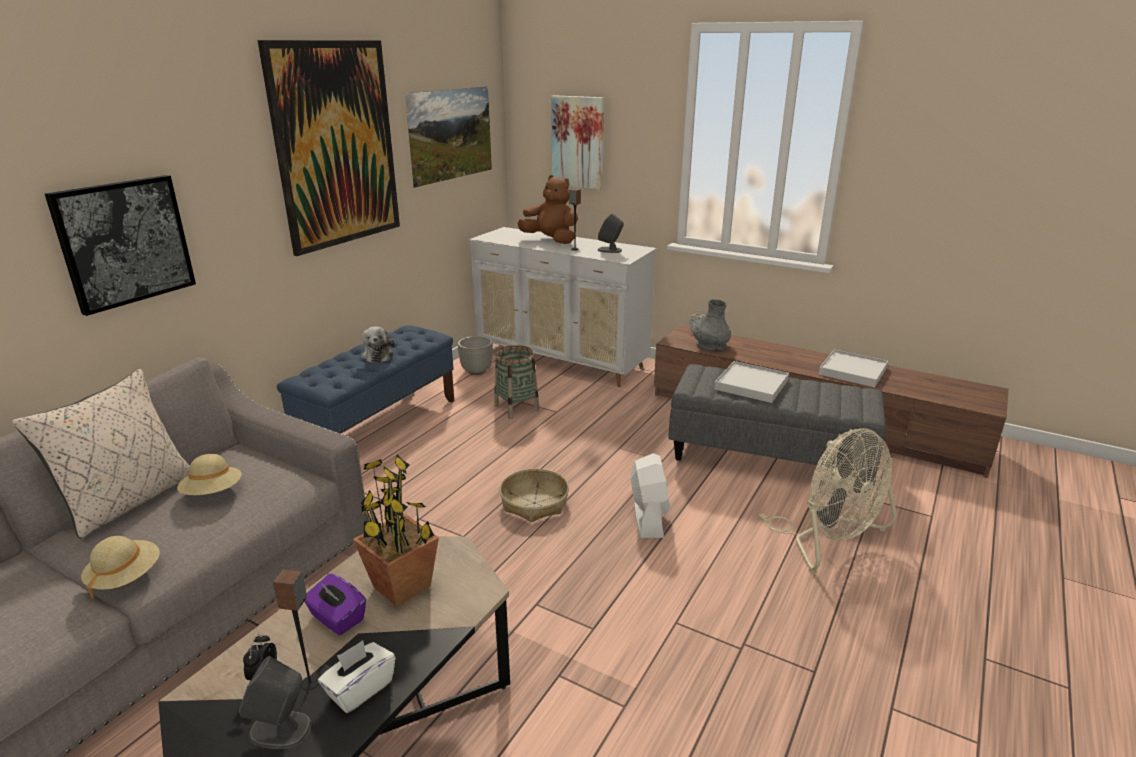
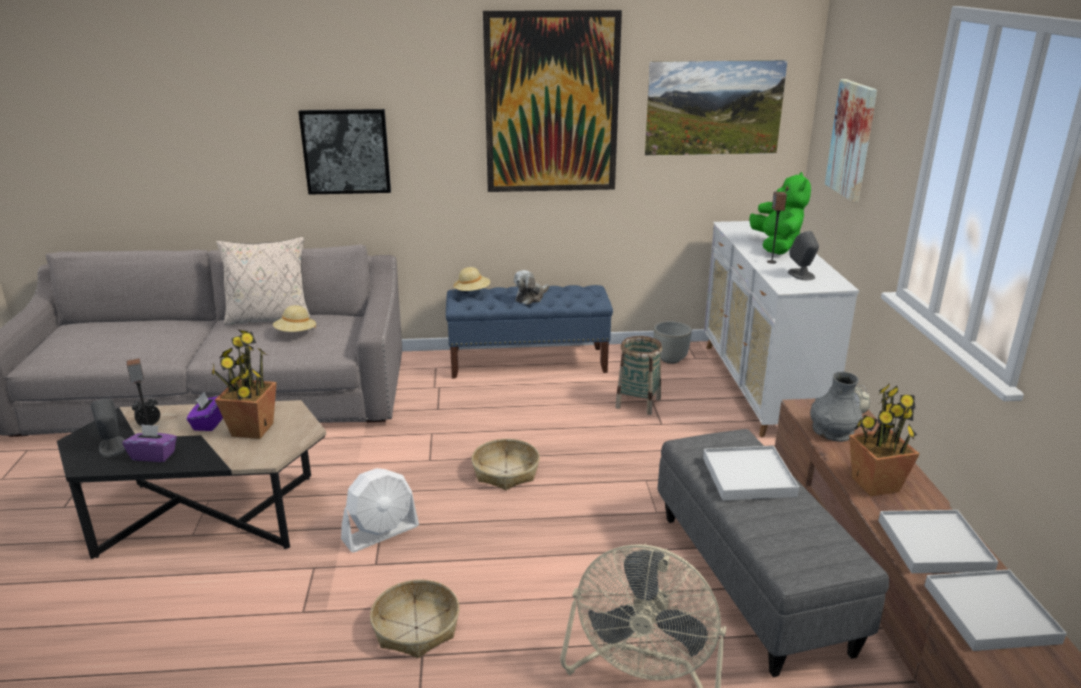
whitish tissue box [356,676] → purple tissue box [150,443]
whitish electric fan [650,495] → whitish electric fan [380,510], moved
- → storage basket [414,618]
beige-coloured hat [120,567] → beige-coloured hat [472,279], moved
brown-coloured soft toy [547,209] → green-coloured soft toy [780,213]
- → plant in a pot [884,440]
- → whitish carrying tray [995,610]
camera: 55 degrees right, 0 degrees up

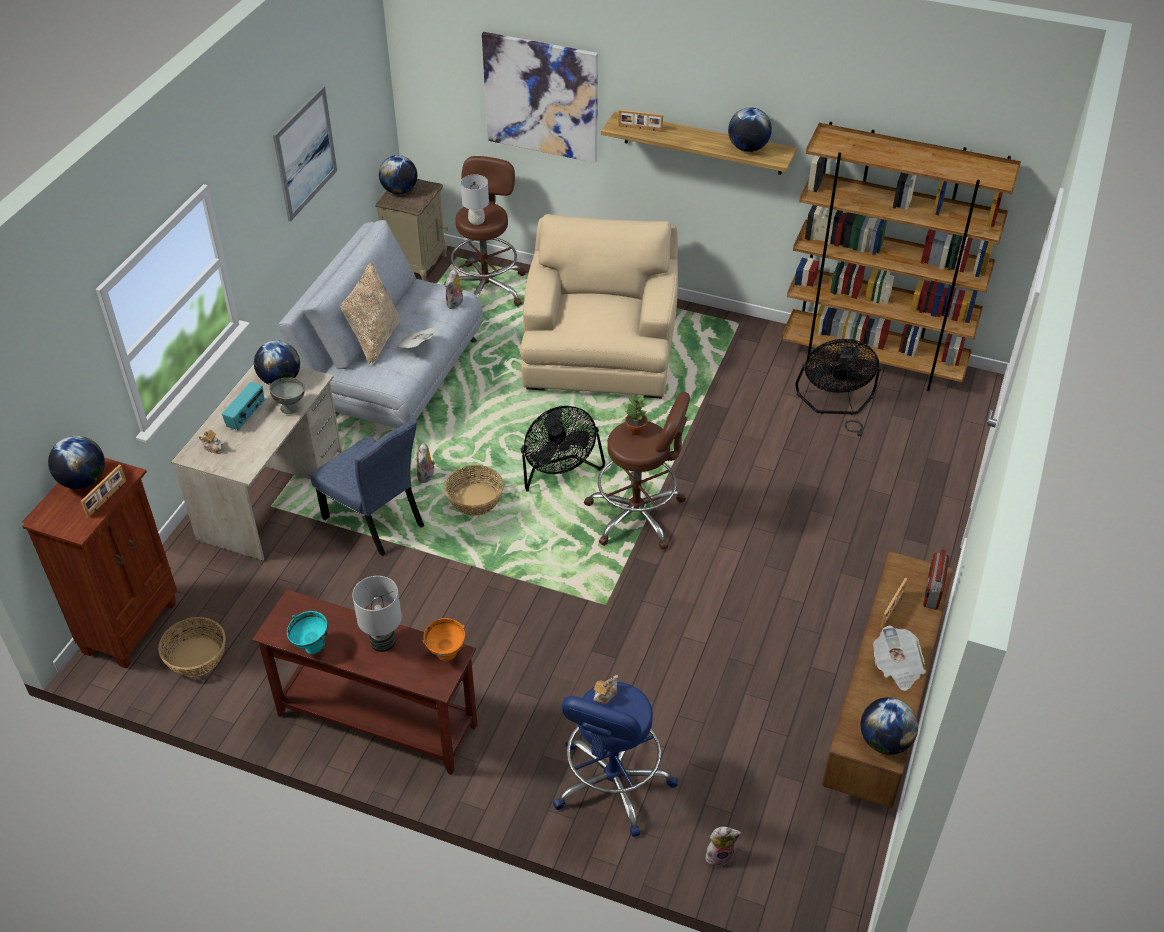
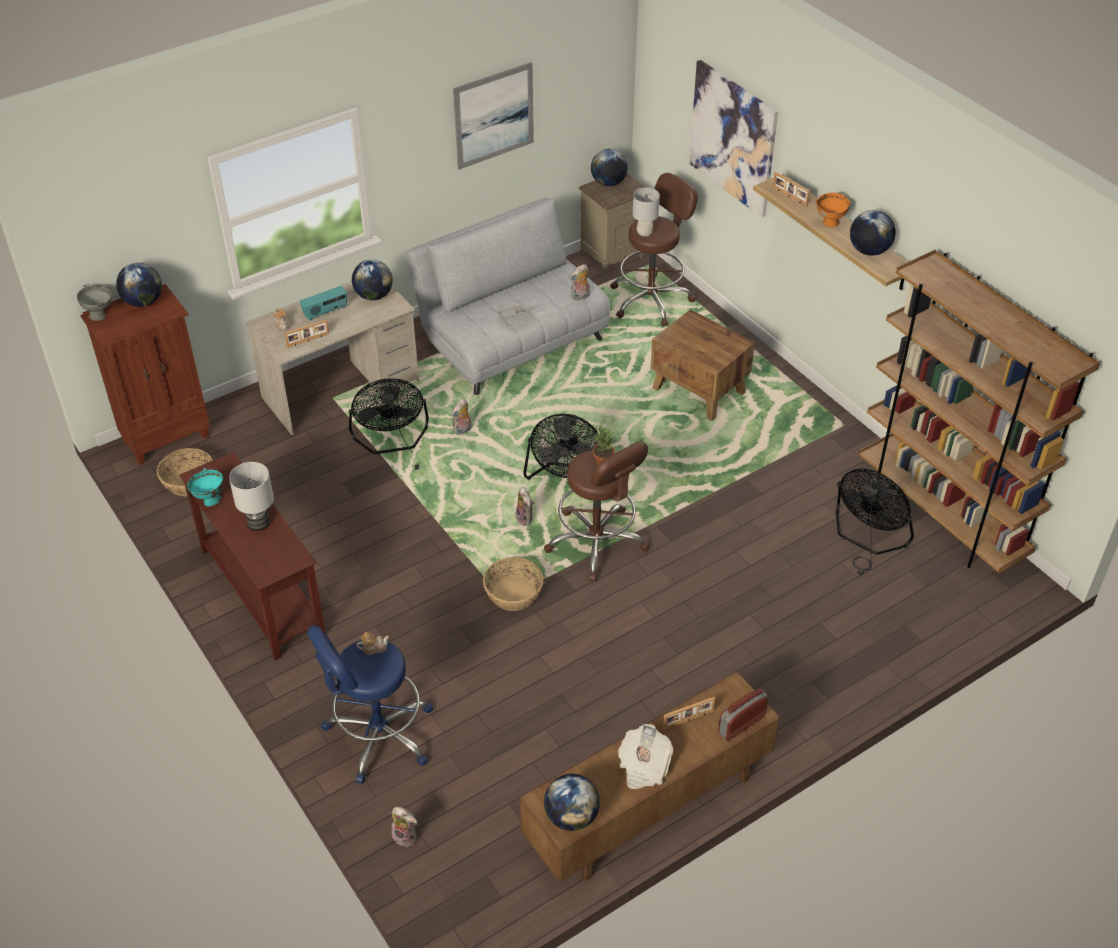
grey bowl [287,395] → grey bowl [94,303], moved
picture frame [103,491] → picture frame [307,334], moved
blue-coloured upright chair [367,487] → blackish electric fan [389,423]
storage basket [474,490] → storage basket [513,584], moved
- → soft toy [525,506]
beige-coloured lounge chair [599,306] → brown-coloured end table [702,365]
orange bowl [443,639] → orange bowl [833,210], moved
beige-coloured cushion [370,313] → -
camera: 35 degrees right, 0 degrees up

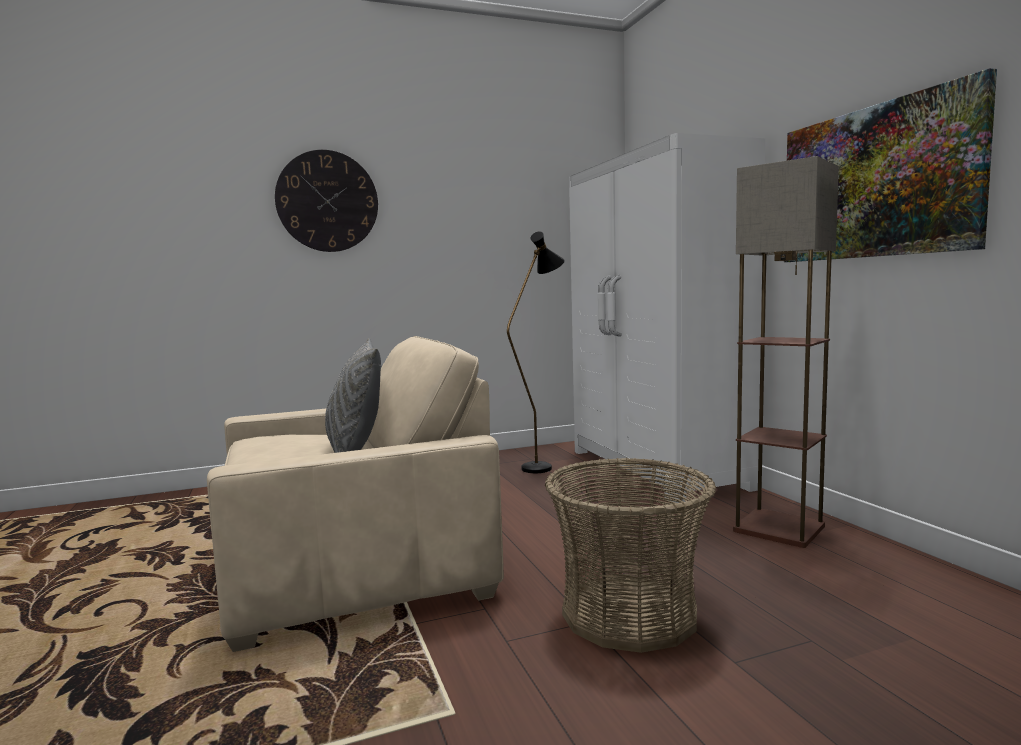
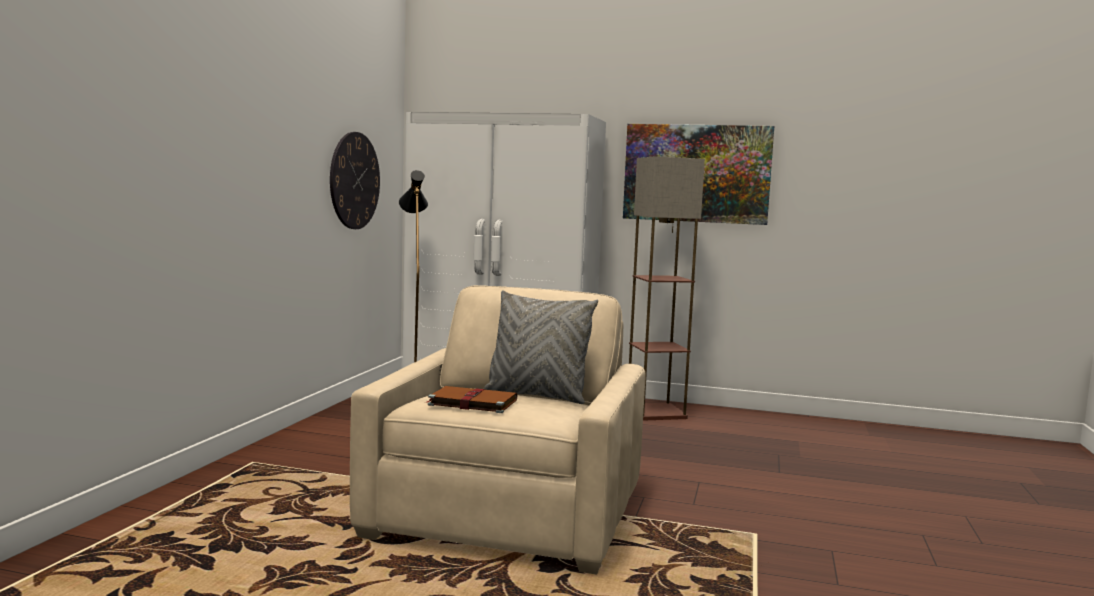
wall clock [326,201] → wall clock [355,180], moved
- → brown-coloured bound book [472,399]
storage basket [630,555] → -
camera: 55 degrees left, 0 degrees up

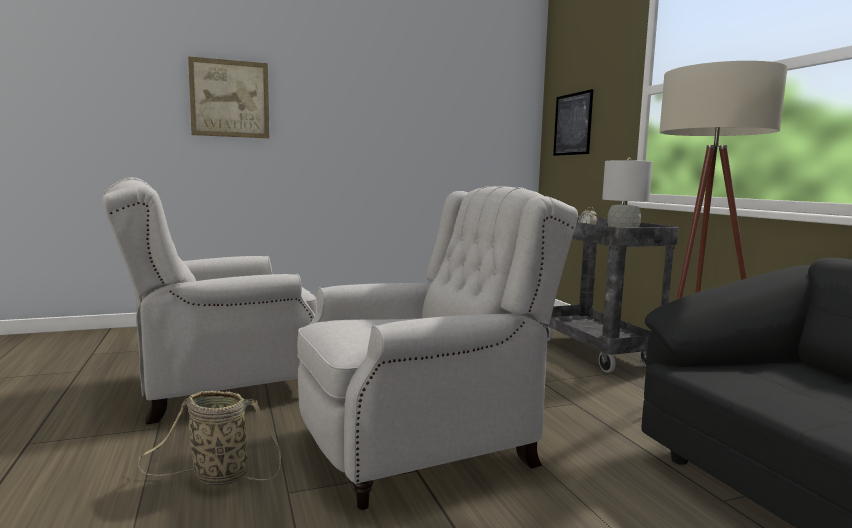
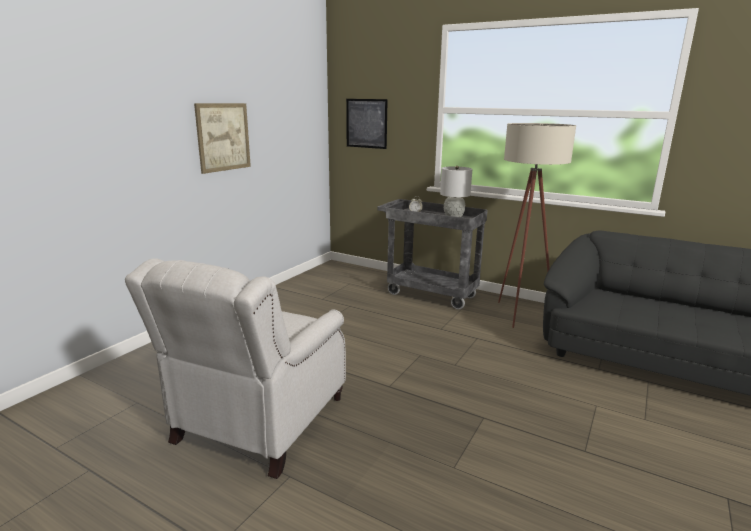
picture [228,97] → picture [222,138], moved
storage basket [209,438] → -
whitish lounge chair [437,348] → -
camera: 40 degrees left, 10 degrees up

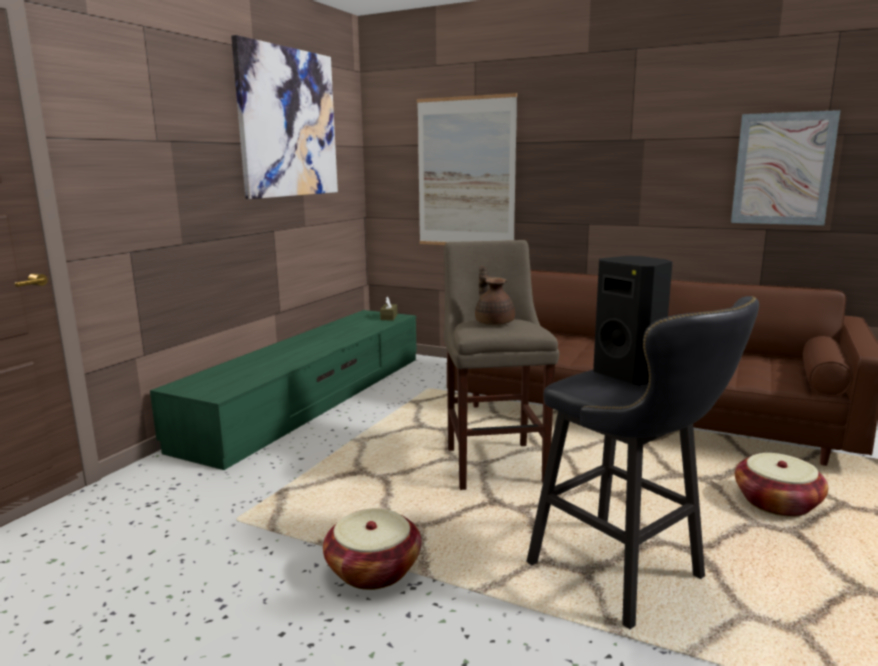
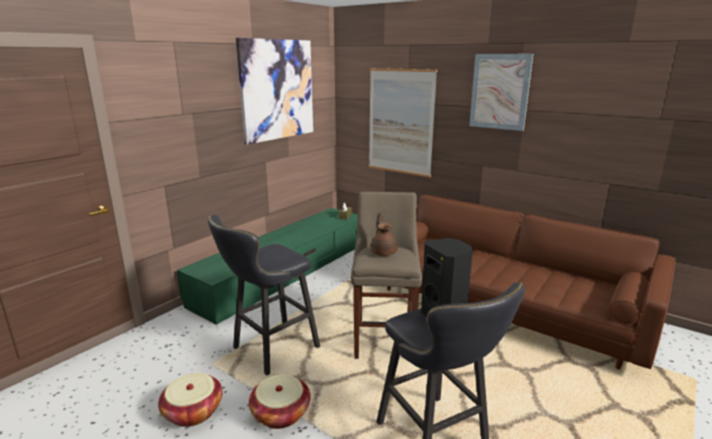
storage basket [781,485] → storage basket [190,400], moved
- → blackish stool seat [264,295]
picture [785,167] → picture [501,92], moved
camera: 10 degrees right, 5 degrees up

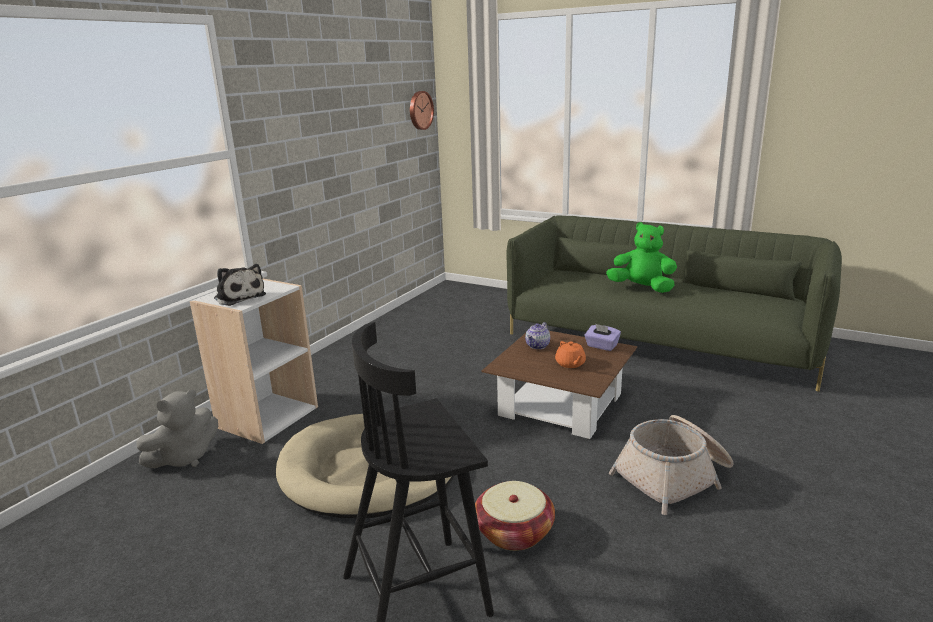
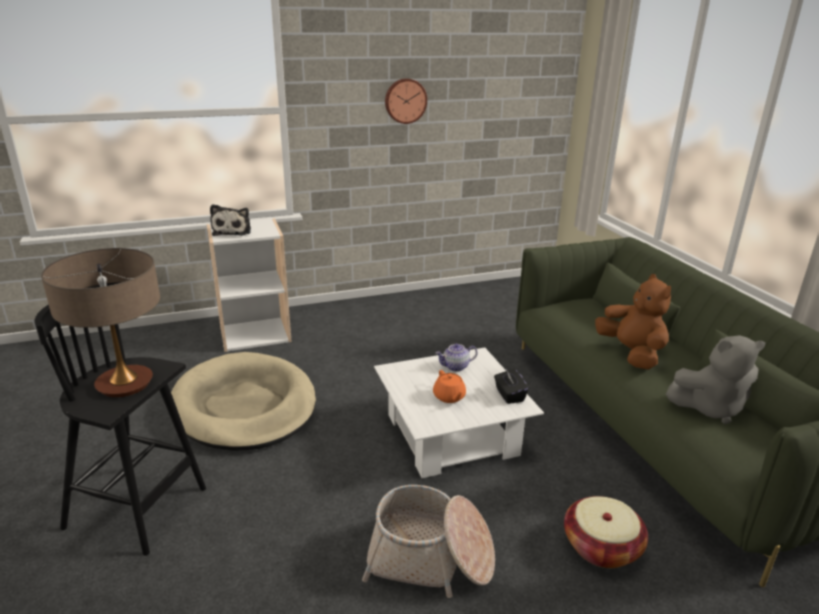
- → table lamp [100,322]
brown-coloured coffee table [559,385] → whitish coffee table [459,412]
wall clock [422,110] → wall clock [406,101], moved
orange pot for tea [570,354] → orange pot for tea [449,386], 45 degrees counterclockwise
purple tissue box [602,337] → blackish tissue box [511,386]
storage basket [515,516] → storage basket [606,532], moved
green-coloured soft toy [641,257] → brown-coloured soft toy [633,322]
grey soft toy [177,429] → grey soft toy [715,379], moved
camera: 40 degrees right, 5 degrees up

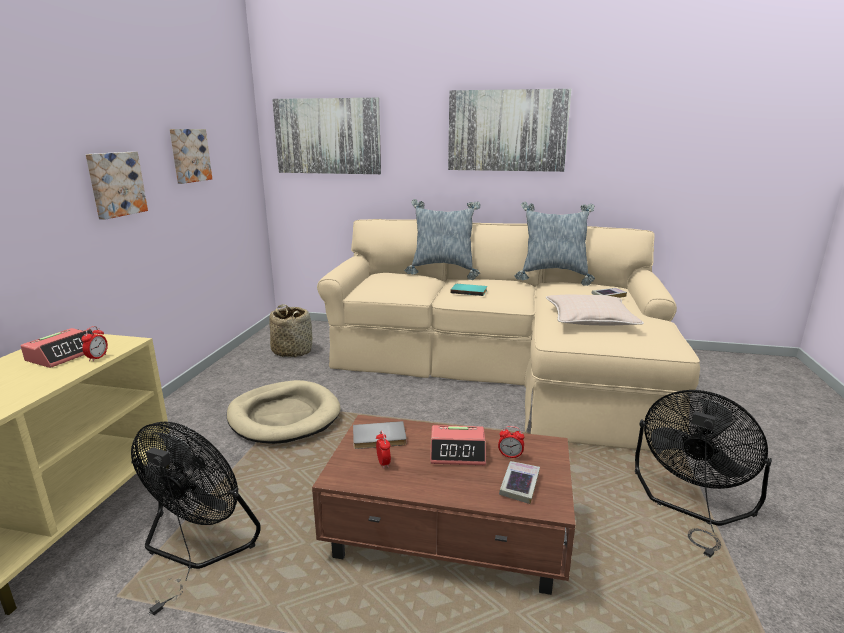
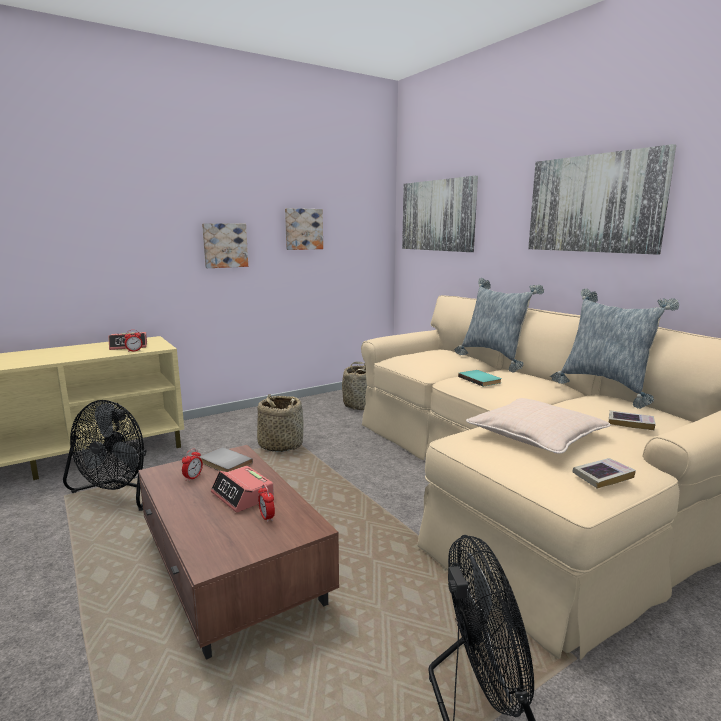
blackish electric fan [196,518] → blackish electric fan [105,455], 135 degrees clockwise
beige-coloured dog bed [284,412] → storage basket [280,423]
bound book [519,482] → bound book [604,473], moved
camera: 45 degrees right, 5 degrees down

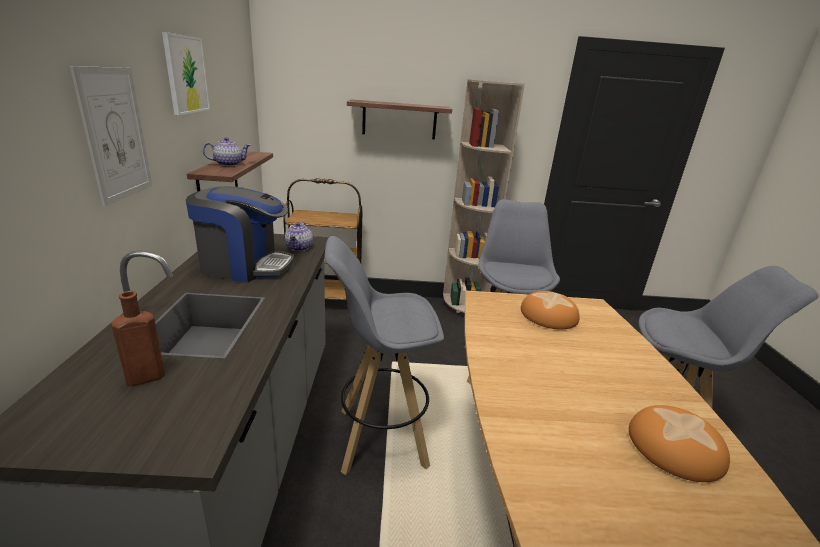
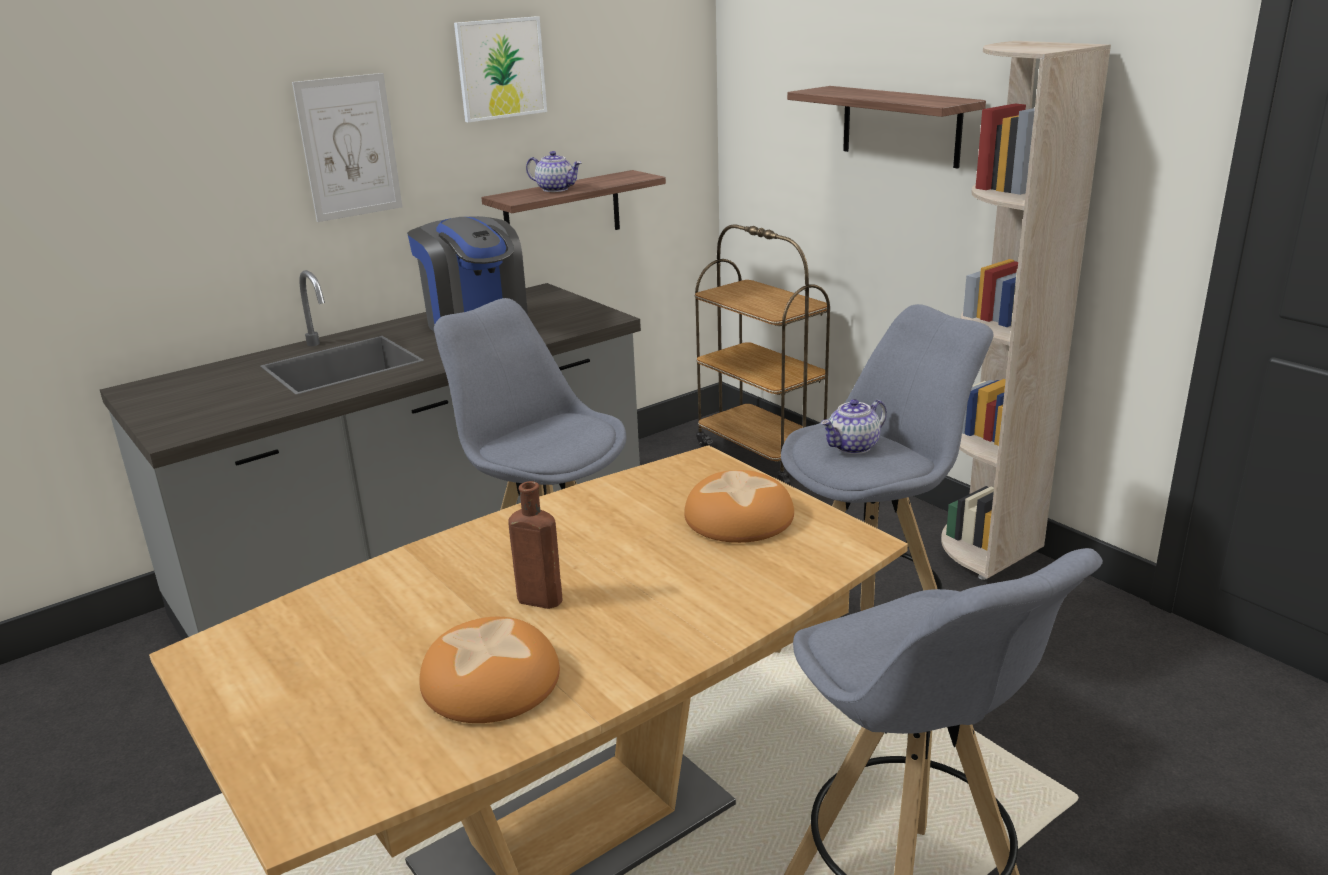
brown-coloured drink bottle [138,339] → brown-coloured drink bottle [535,545], moved
pot for tea [299,236] → pot for tea [854,426], moved
camera: 55 degrees right, 0 degrees up

